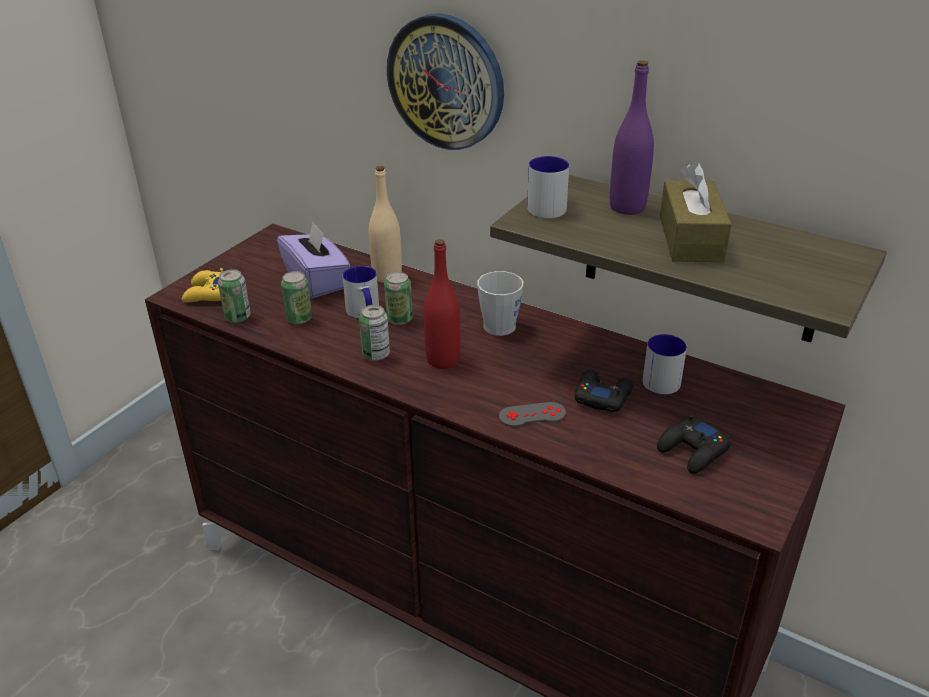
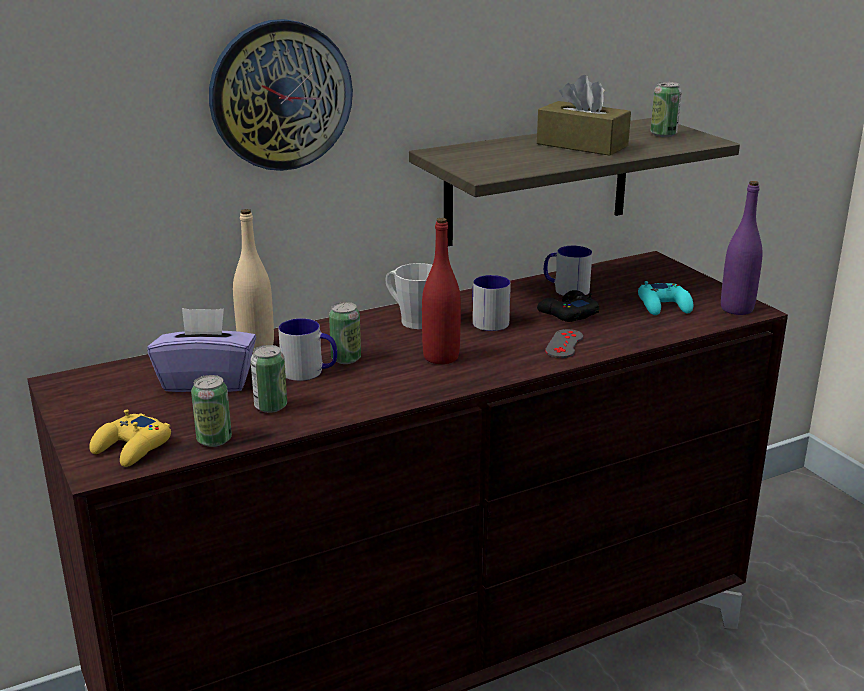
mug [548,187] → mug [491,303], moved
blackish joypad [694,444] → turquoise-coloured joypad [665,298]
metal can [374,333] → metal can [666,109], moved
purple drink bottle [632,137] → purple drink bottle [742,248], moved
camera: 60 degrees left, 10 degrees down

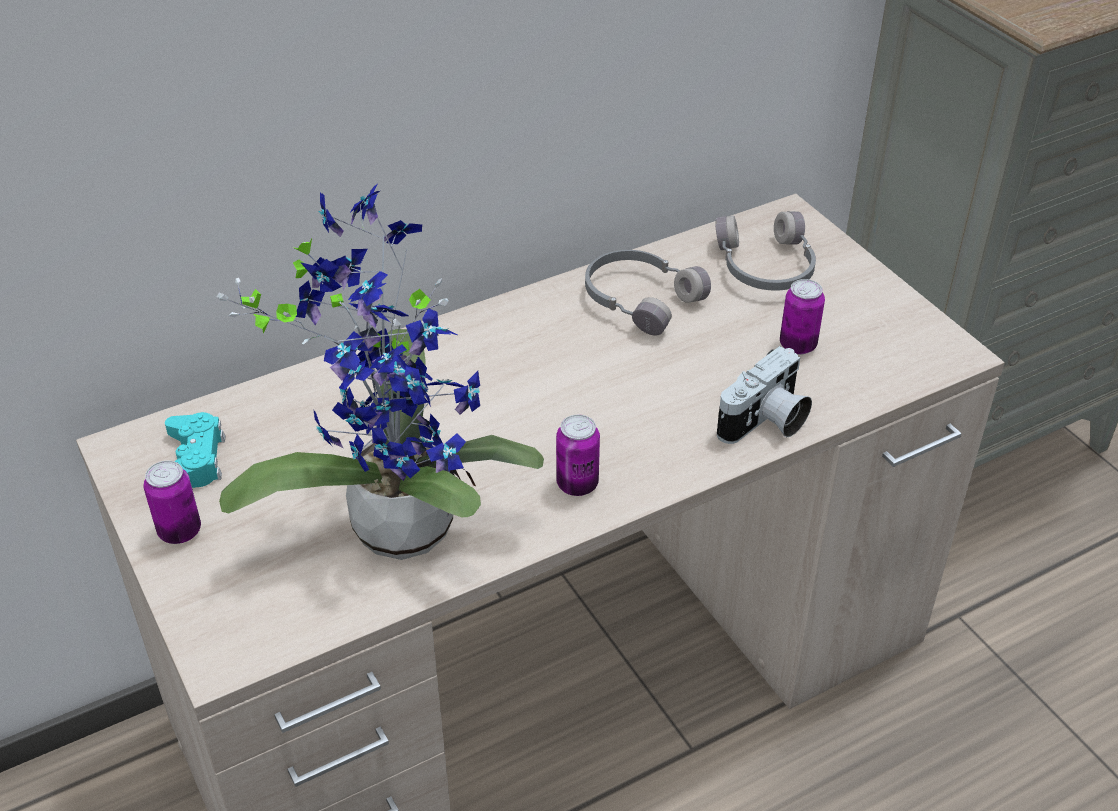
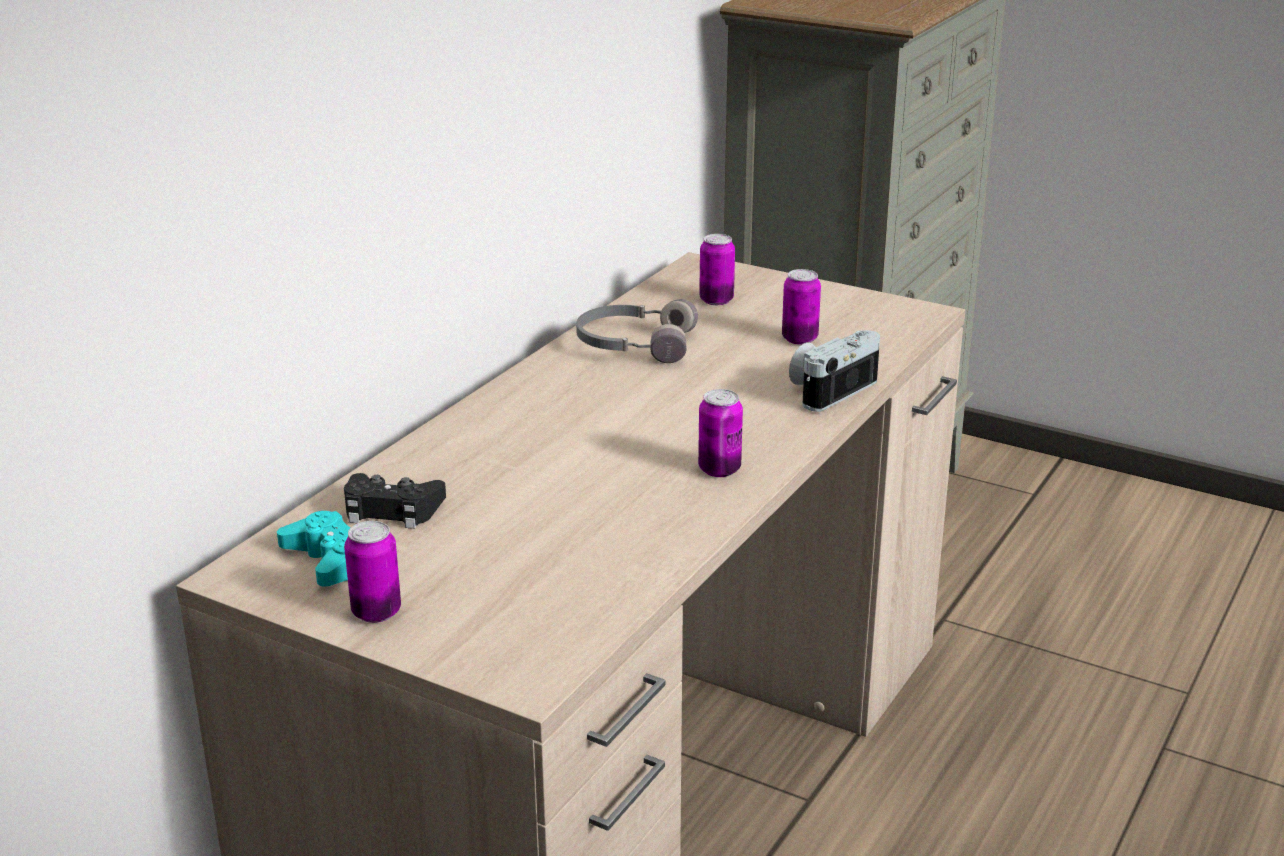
- → blackish joypad [395,501]
grey pair of headphones [765,251] → metal can [717,269]
still camera [764,395] → still camera [834,371], 150 degrees counterclockwise
plant in a pot [380,372] → -
camera: 30 degrees left, 15 degrees down

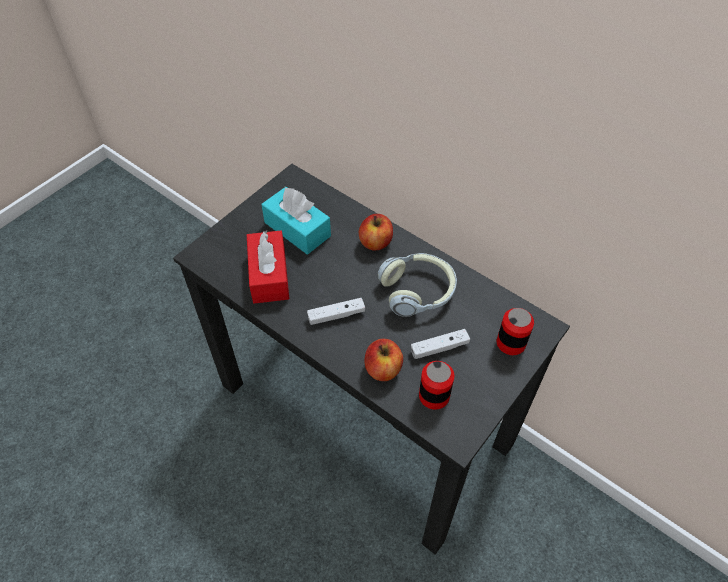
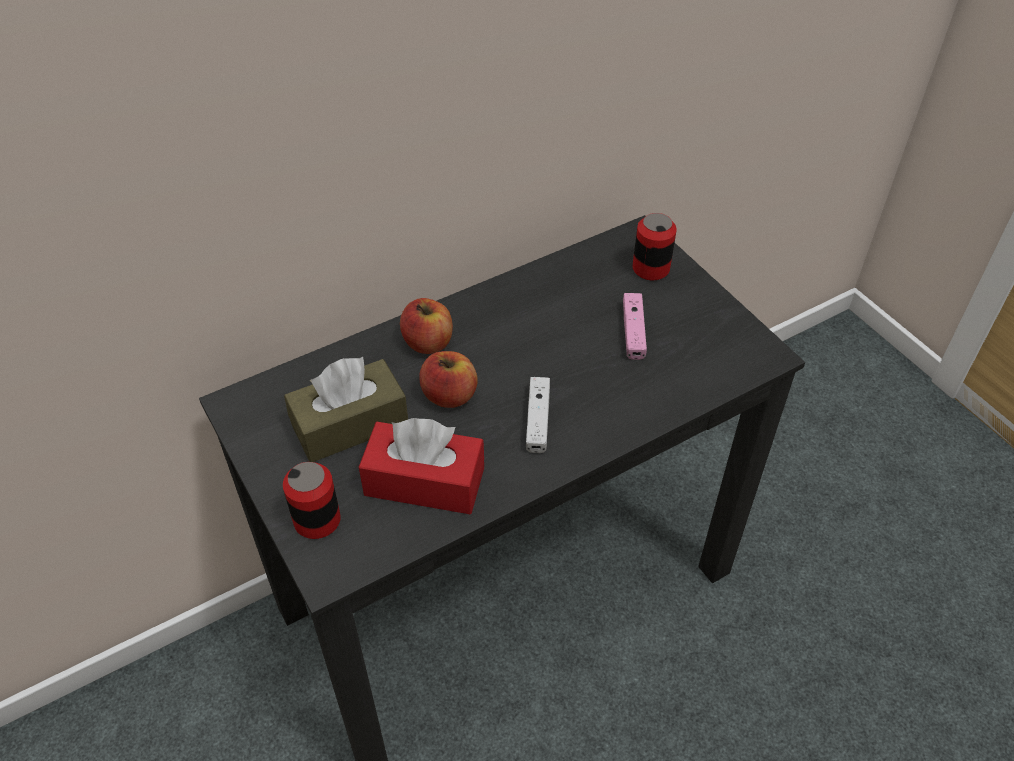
metal can [436,385] → metal can [312,500], moved
turquoise-coloured tissue box [296,220] → brown-coloured tissue box [346,409]
apple [383,360] → apple [448,379], moved
whitish joypad [440,344] → pink-coloured joypad [635,326]
pair of headphones [417,285] → -
camera: 70 degrees left, 5 degrees down

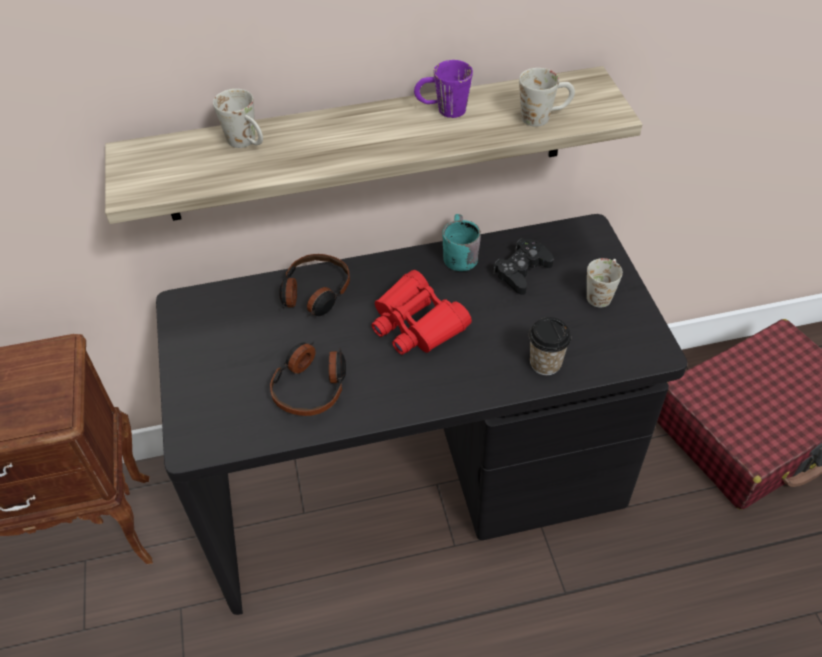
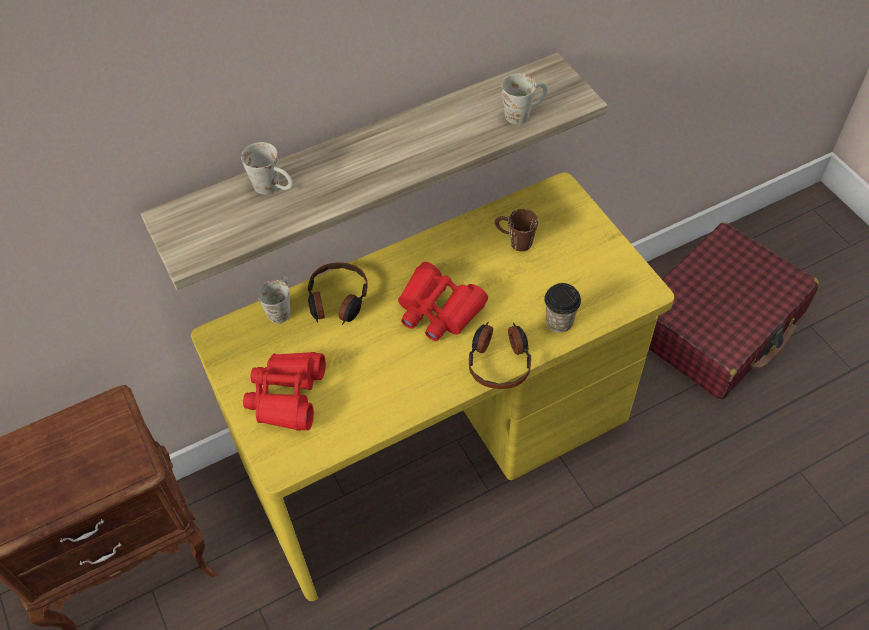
blackish desk unit [421,414] → yellow-coloured desk unit [432,387]
- → red-coloured field glasses [284,391]
whitish mug [605,283] → whitish mug [273,299], moved
pair of headphones [308,378] → pair of headphones [500,355], moved
blackish joypad [523,266] → brown-coloured mug [516,230]
purple mug [443,89] → -
turquoise-coloured mug [461,242] → -
camera: 15 degrees left, 5 degrees up

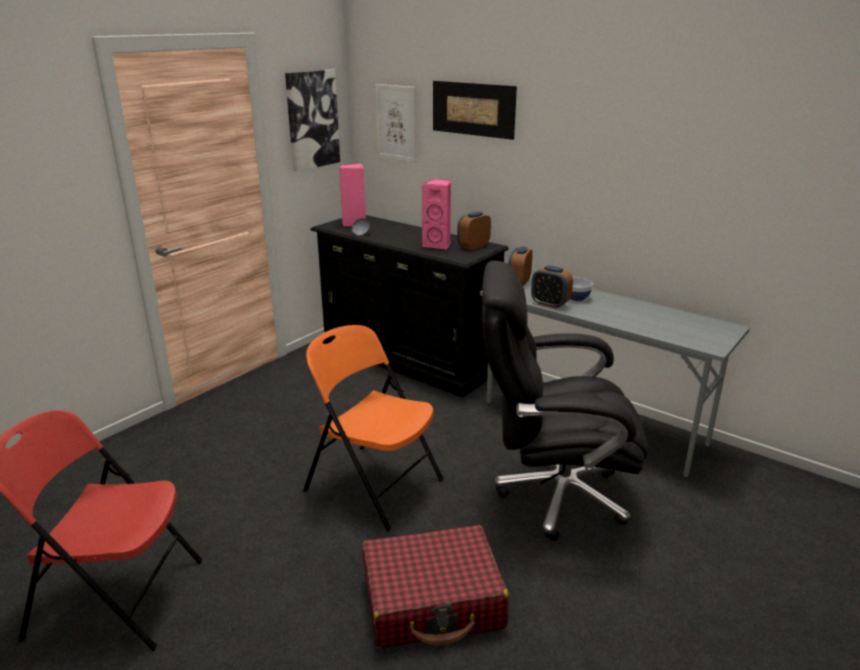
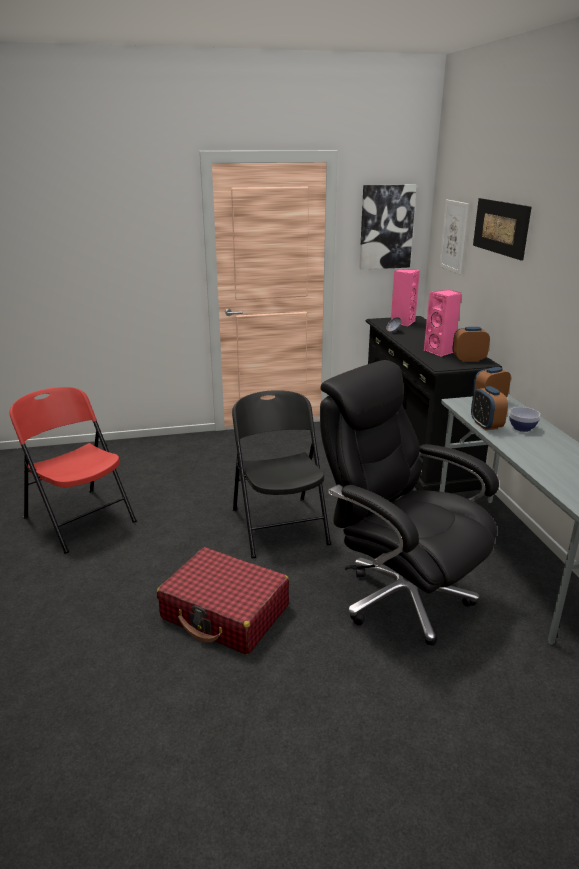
orange upright chair [373,428] → blackish upright chair [281,474]
camera: 40 degrees right, 0 degrees up

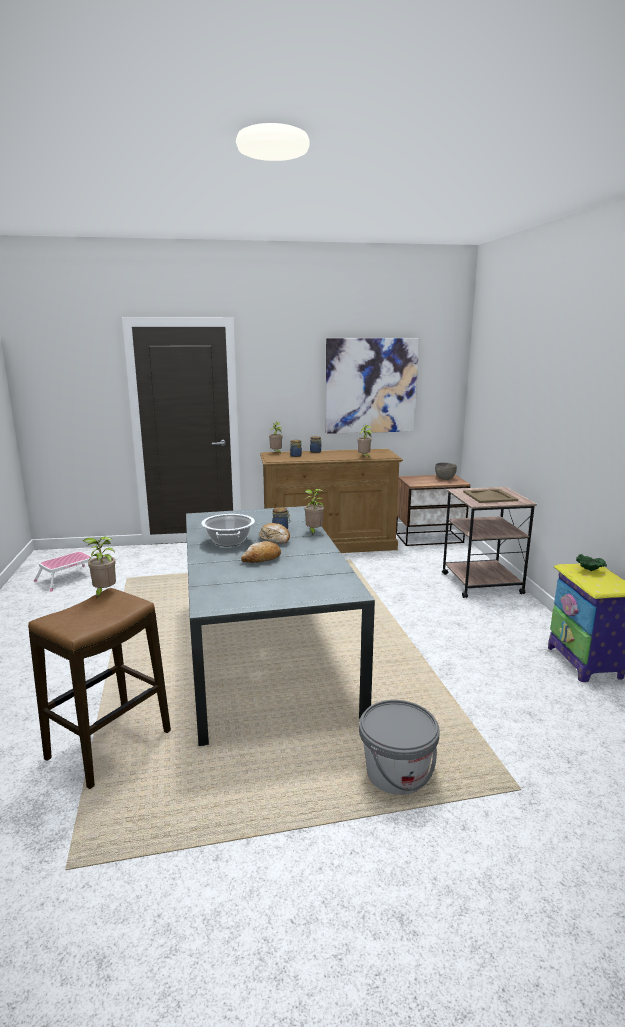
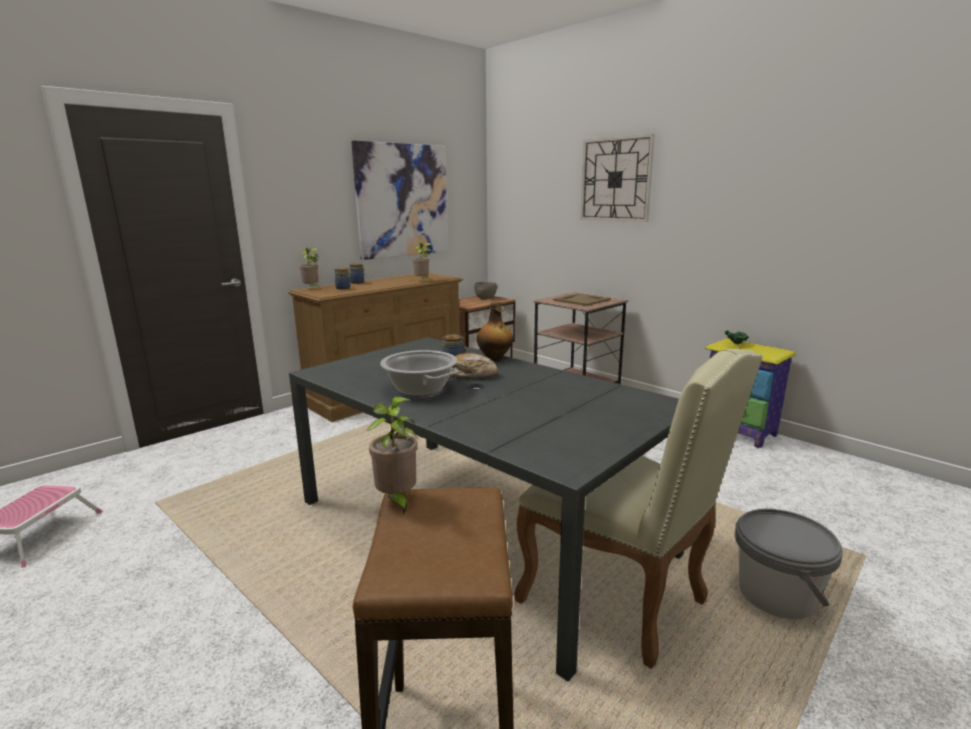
plant in a pot [314,512] → drink bottle [495,331]
- → beige-coloured upright chair [638,509]
- → wall clock [617,178]
bakery bread [261,552] → -
camera: 35 degrees left, 0 degrees up

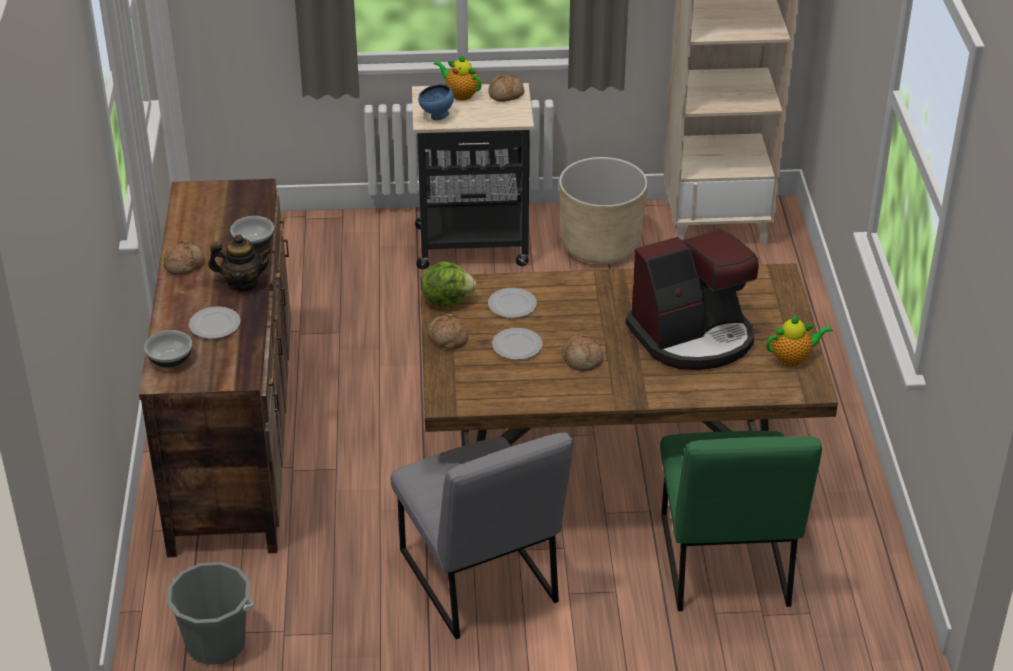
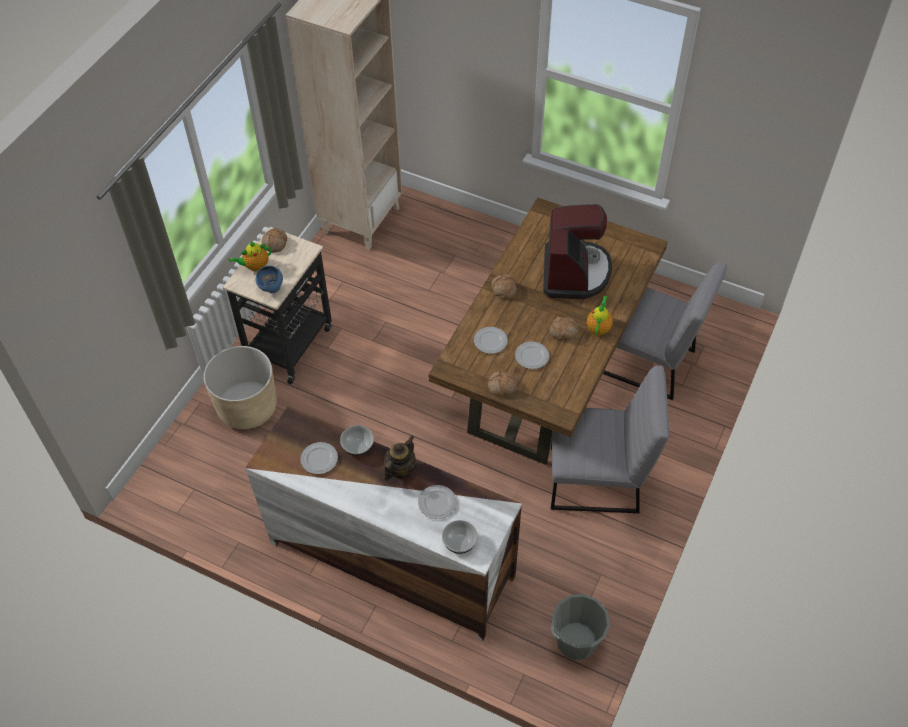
beige-coloured plant pot [603,210] → beige-coloured plant pot [240,387], moved
brown-coloured cabinet [215,368] → whitish cabinet [383,523]
- → dinner plate [319,458]
bakery bread [184,258] → bakery bread [504,287], moved
pot for tea [799,340] → pot for tea [600,316], moved
green-coloured upright chair [741,521] → grey upright chair [665,330]
head of lettuce [449,283] → -
camera: 60 degrees left, 15 degrees up

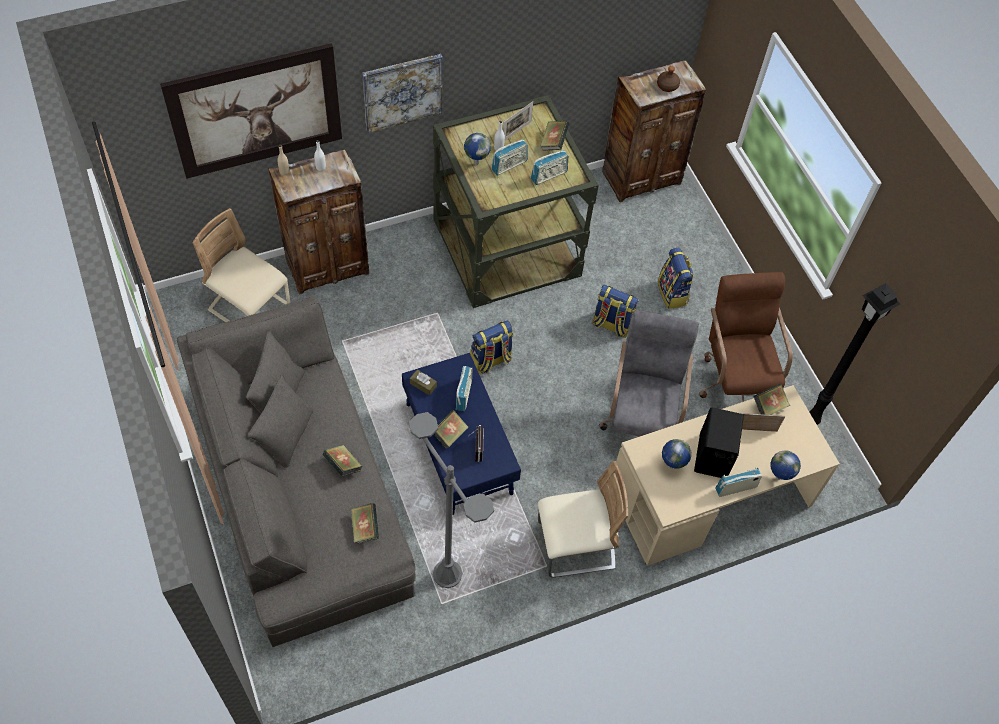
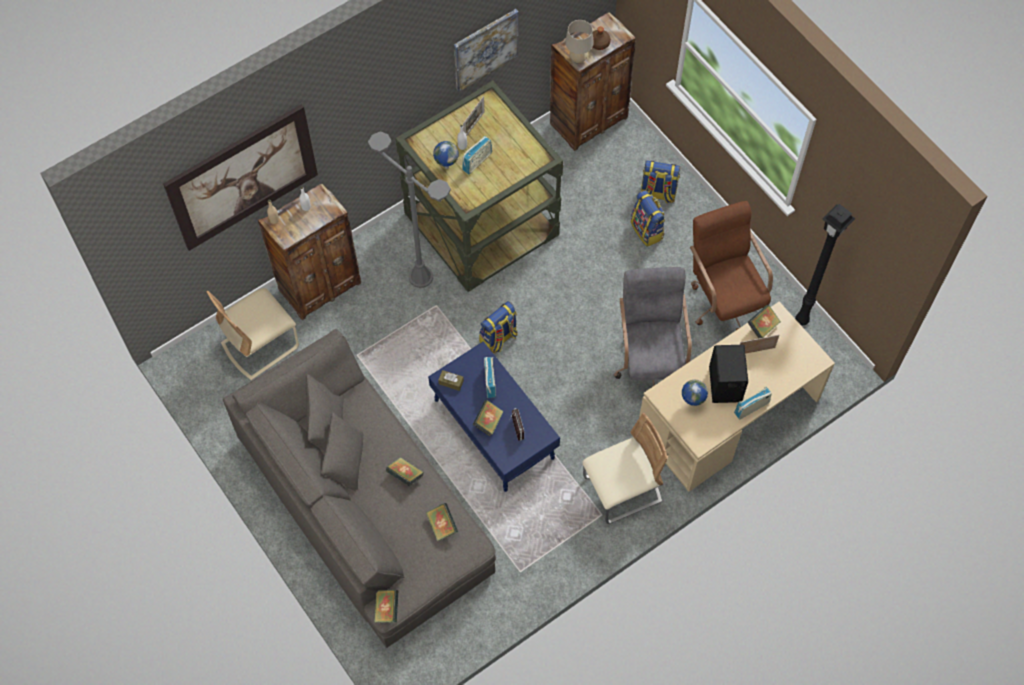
beige-coloured upright chair [241,265] → beige-coloured upright chair [252,334], 60 degrees counterclockwise
grey standing lamp [451,500] → grey standing lamp [409,209], moved
bound book [554,135] → bound book [386,606], moved
picture [402,93] → picture [486,50], moved
- → beige-coloured table lamp [579,41]
rucksack [615,311] → rucksack [661,182], moved
radio receiver [549,167] → -
globe [785,465] → -
camera: 10 degrees left, 5 degrees up

